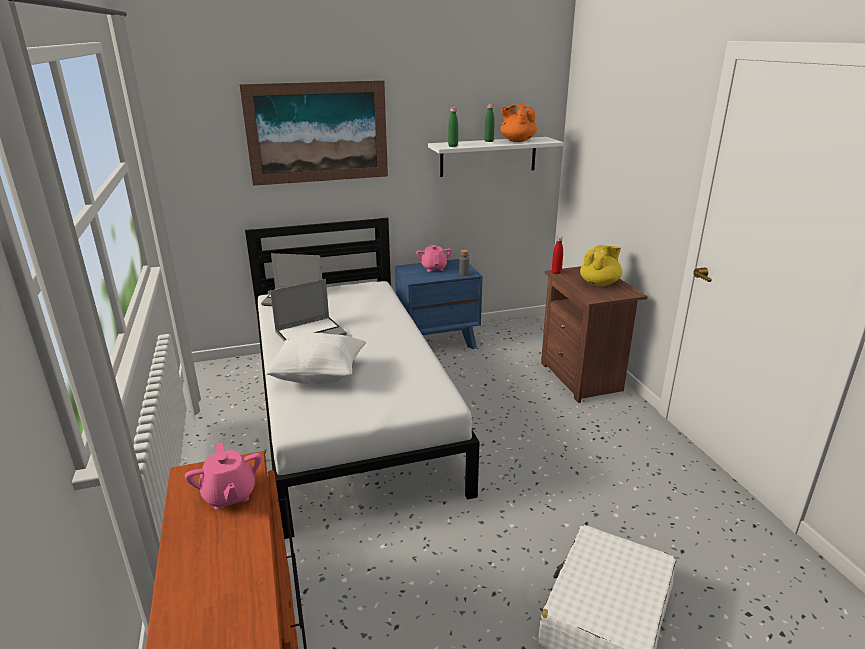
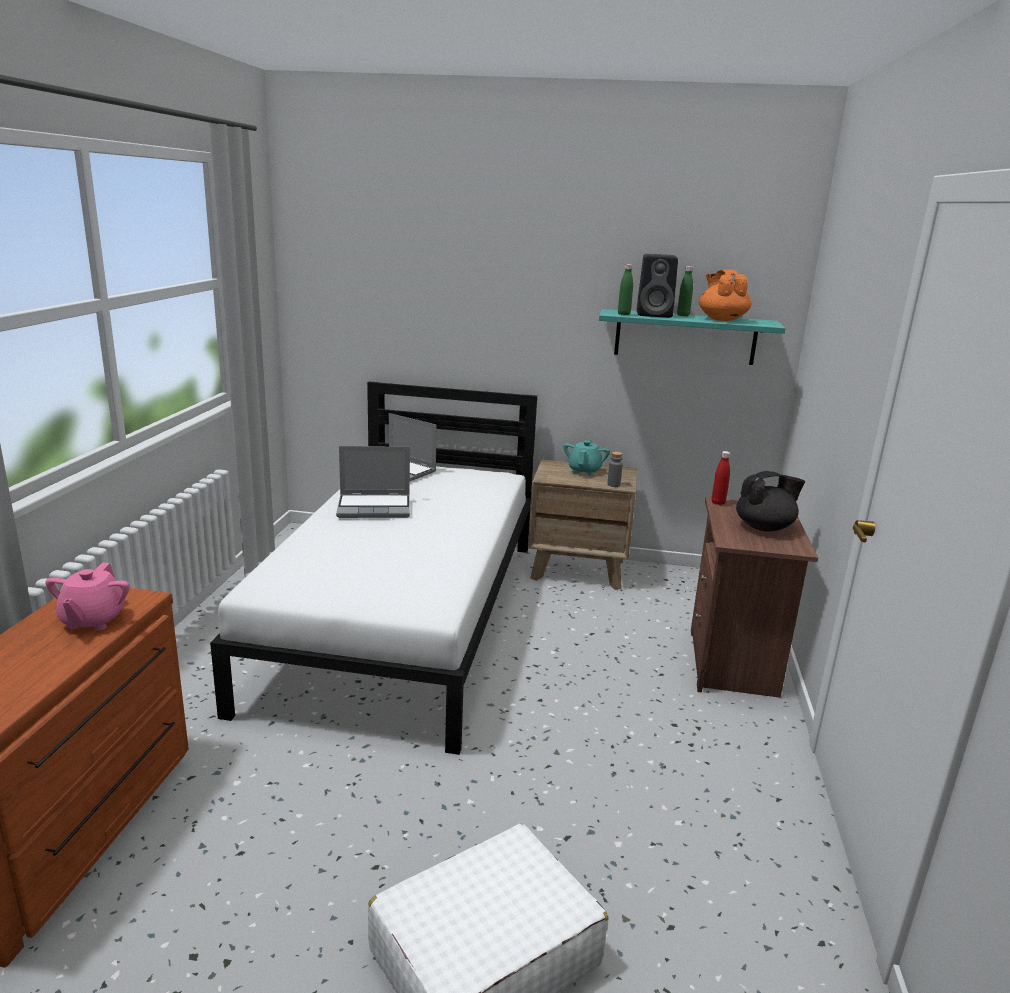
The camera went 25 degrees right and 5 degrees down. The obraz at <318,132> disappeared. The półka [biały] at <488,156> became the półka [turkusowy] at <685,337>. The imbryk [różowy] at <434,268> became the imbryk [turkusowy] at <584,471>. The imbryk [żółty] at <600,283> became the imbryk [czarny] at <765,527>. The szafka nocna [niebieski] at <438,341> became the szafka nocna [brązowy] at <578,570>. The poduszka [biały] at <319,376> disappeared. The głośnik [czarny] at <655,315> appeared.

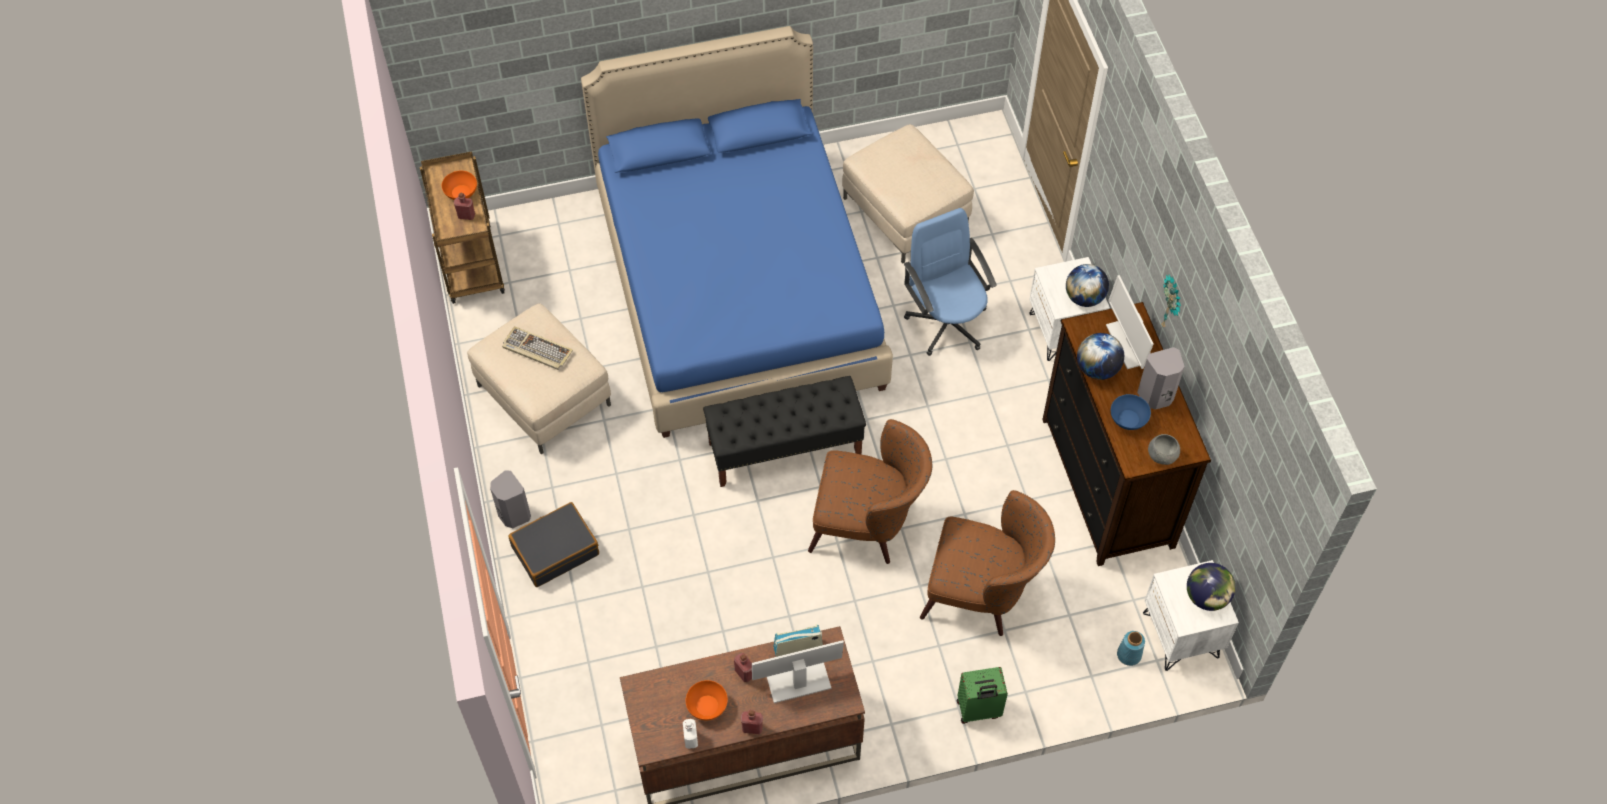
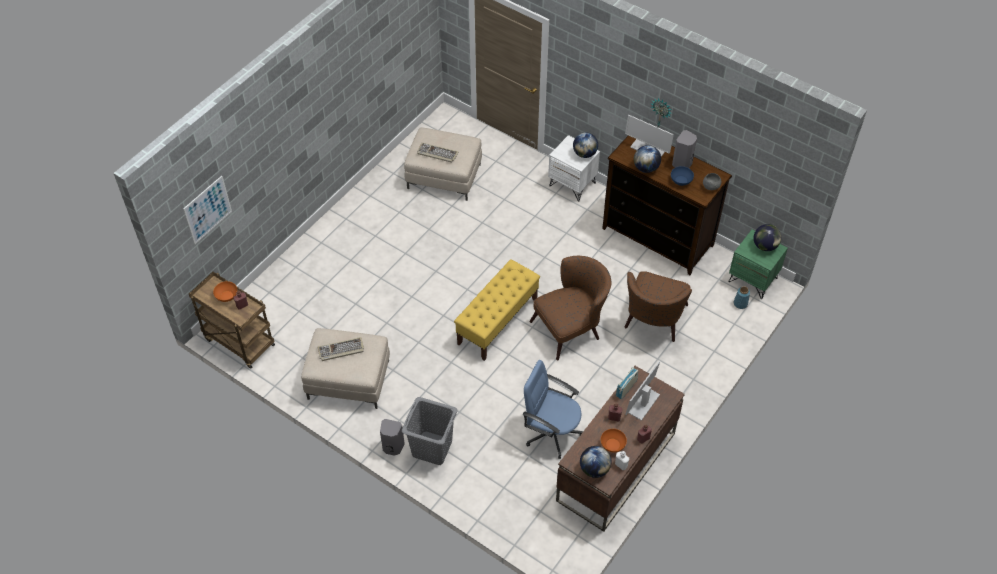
The camera went 40 degrees left and 5 degrees down. The łóżko [niebieski] at <738,287> disappeared. The krzesło biurowe [niebieski] moved from <947,322> to <551,432>. The ławka [czarny] at <785,449> became the ławka [żółty] at <497,321>. The fotel [brązowy] at <982,592> turned 135 degrees clockwise. The walizka [czarny] at <555,550> was replaced by the kosz na pranie [szary] at <432,448>. The szafka nocna [biały] at <1181,635> became the szafka nocna [zielony] at <753,279>. The walizka [zielony] at <978,710> disappeared. The klawiatura at <437,154> appeared. The obraz at <207,209> appeared. The globus at <594,469> appeared.

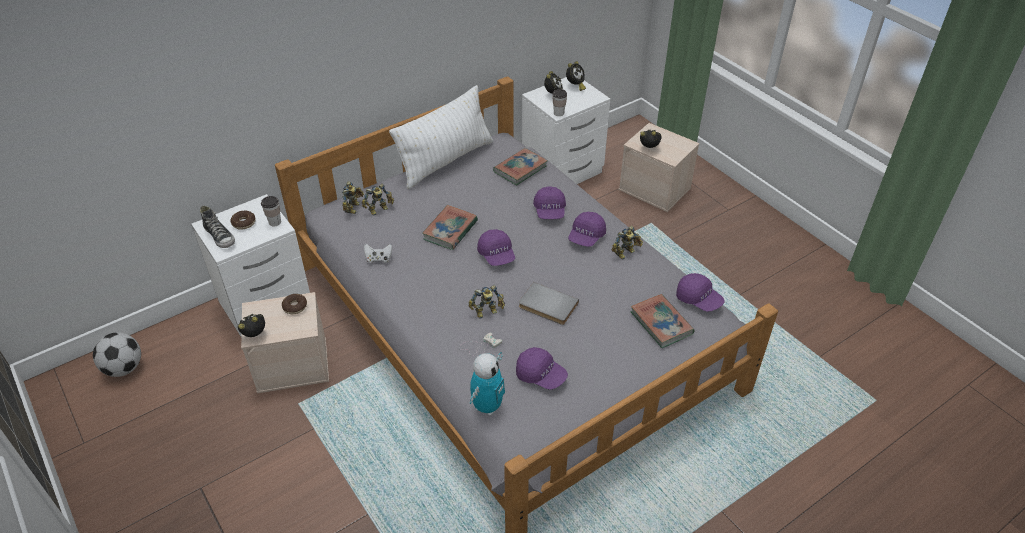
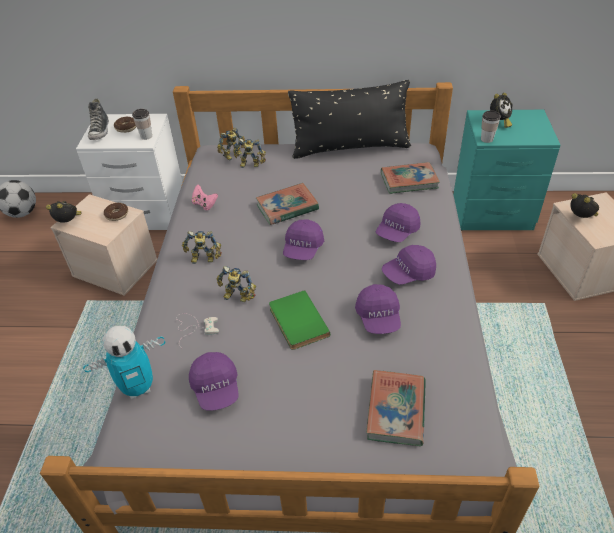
The camera went 40 degrees right and 0 degrees up. The budzik at <575,86> disappeared. The szafka nocna [biały] at <563,171> became the szafka nocna [turkusowy] at <494,213>. The poduszka [biały] at <446,161> became the poduszka [czarny] at <350,148>. The robot zabawkowy moved from <626,253> to <204,259>. The pad do gier [biały] at <378,259> became the pad do gier [różowy] at <204,204>. The czapka z daszkiem [fioletowy] moved from <698,299> to <378,317>. The książka [szary] at <547,306> became the książka [zielony] at <296,322>.

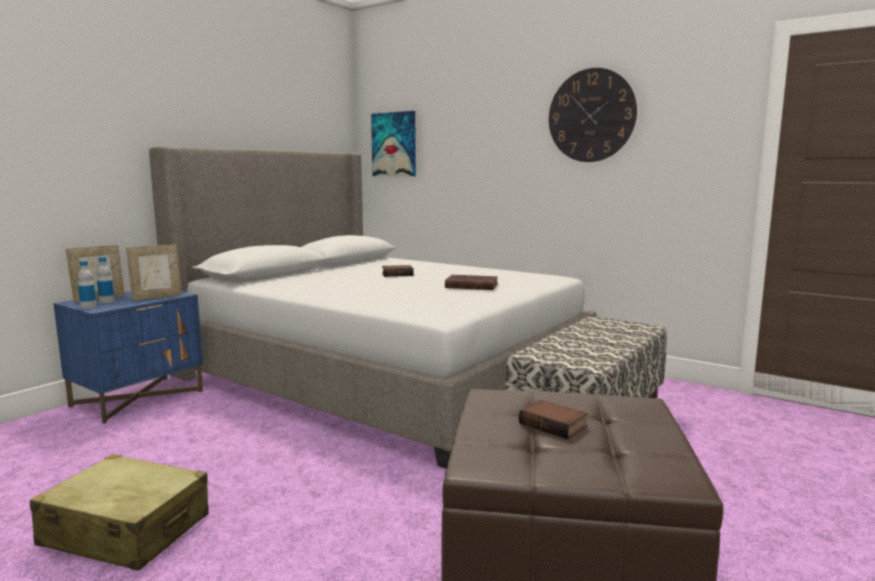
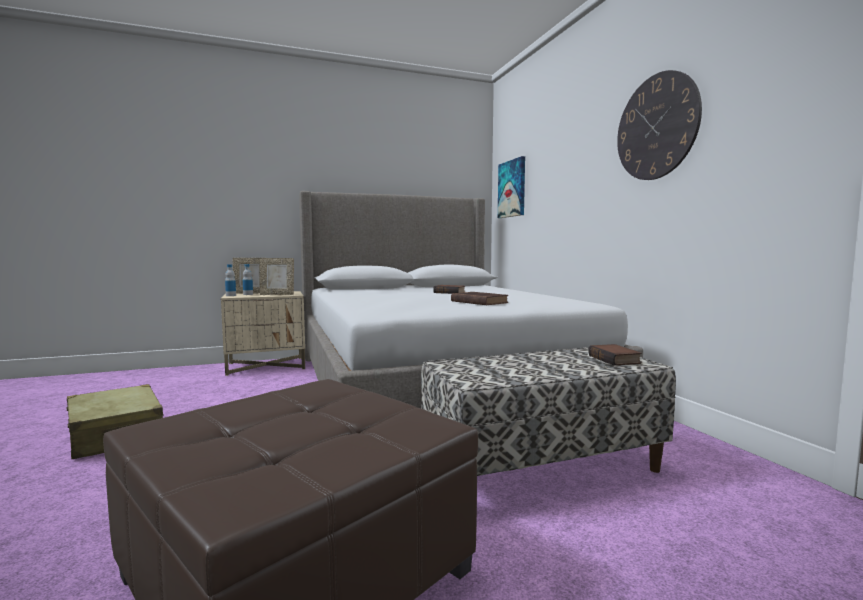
The camera went 35 degrees right and 5 degrees down. The szafka nocna [niebieski] at <138,398> became the szafka nocna [beżowy] at <267,366>. The książka moved from <554,424> to <615,359>.

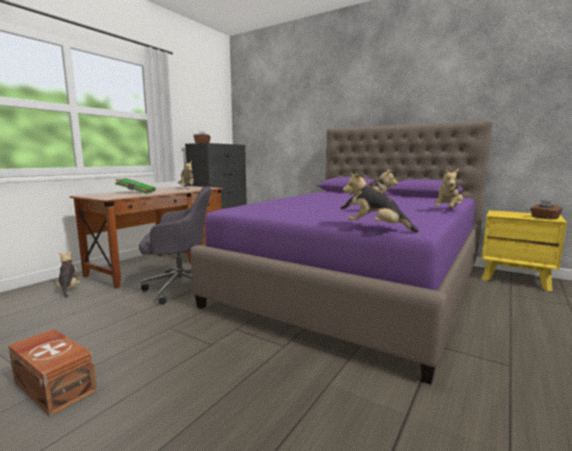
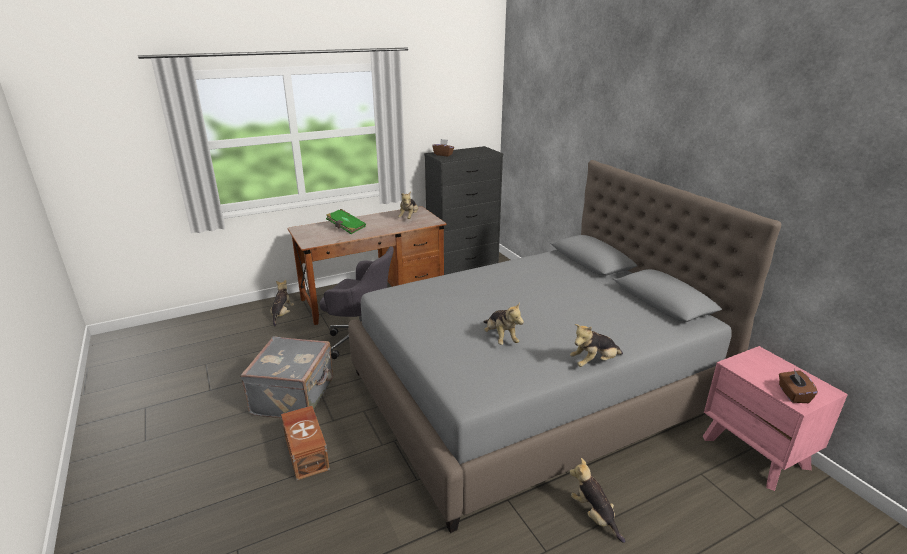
The camera went 30 degrees right and 15 degrees up. The łóżko [fioletowy] at <356,284> became the łóżko [szary] at <532,391>. The pluszak moved from <377,228> to <594,515>. The szafka nocna [żółty] at <515,279> became the szafka nocna [różowy] at <755,452>. The pojemnik do przechowywania [brązowy] moved from <55,385> to <307,452>. The walizka [szary] at <295,396> appeared.

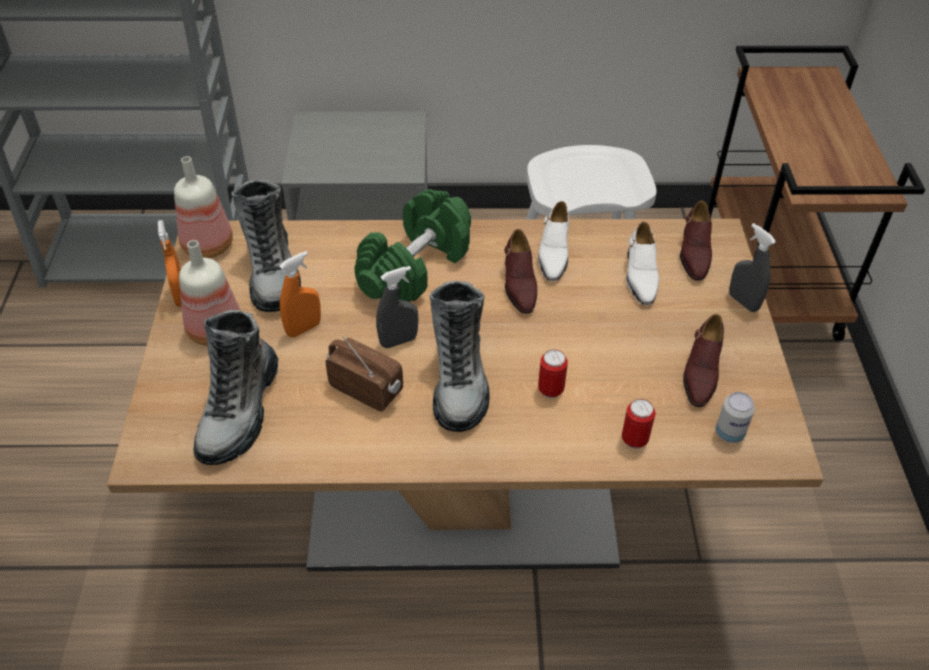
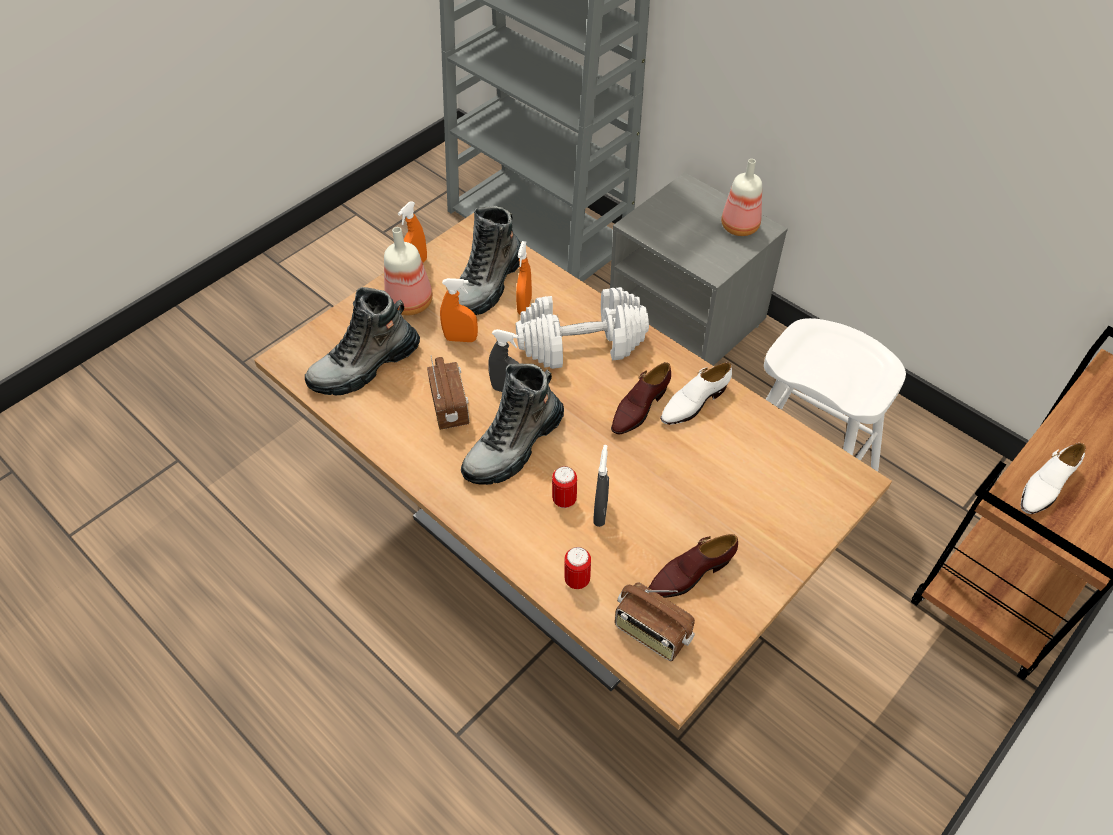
The camera went 45 degrees right and 5 degrees up. The butelka moved from <210,246> to <741,227>. The hantel [zielony] at <415,267> became the hantel [biały] at <581,345>. The but [brązowy] at <694,253> disappeared. The but [biały] moved from <640,276> to <1045,486>. The spryskiwacz [szary] moved from <743,302> to <600,512>. The puszka at <729,433> was replaced by the radio at <651,633>. The spryskiwacz [pomarańczowy] at <524,306> appeared.

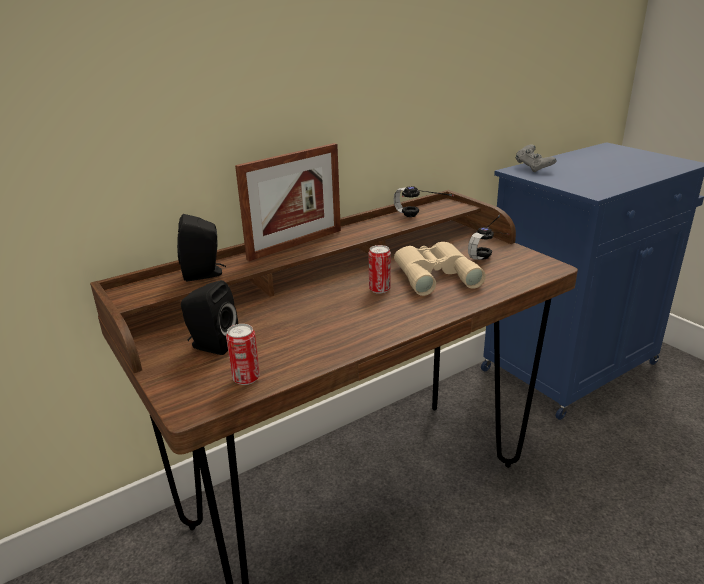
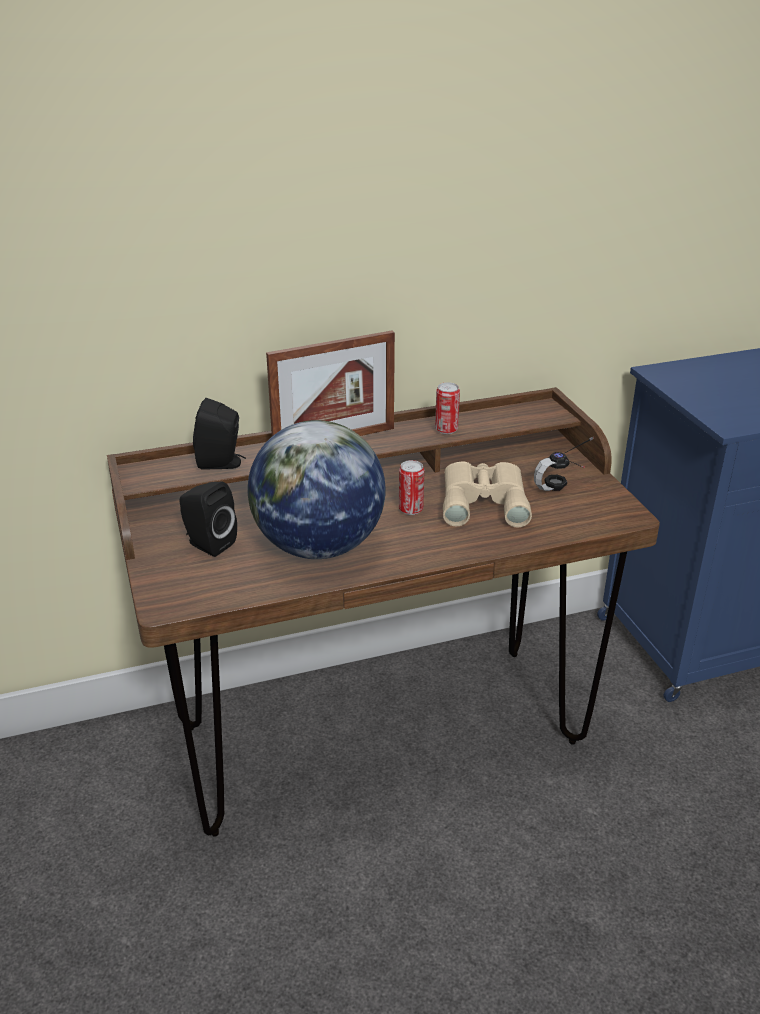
The camera went 15 degrees right and 5 degrees up. The pad do gier [szary] at <533,168> disappeared. The słuchawki at <416,219> disappeared. The puszka moved from <246,378> to <446,429>. The globus at <318,547> appeared.

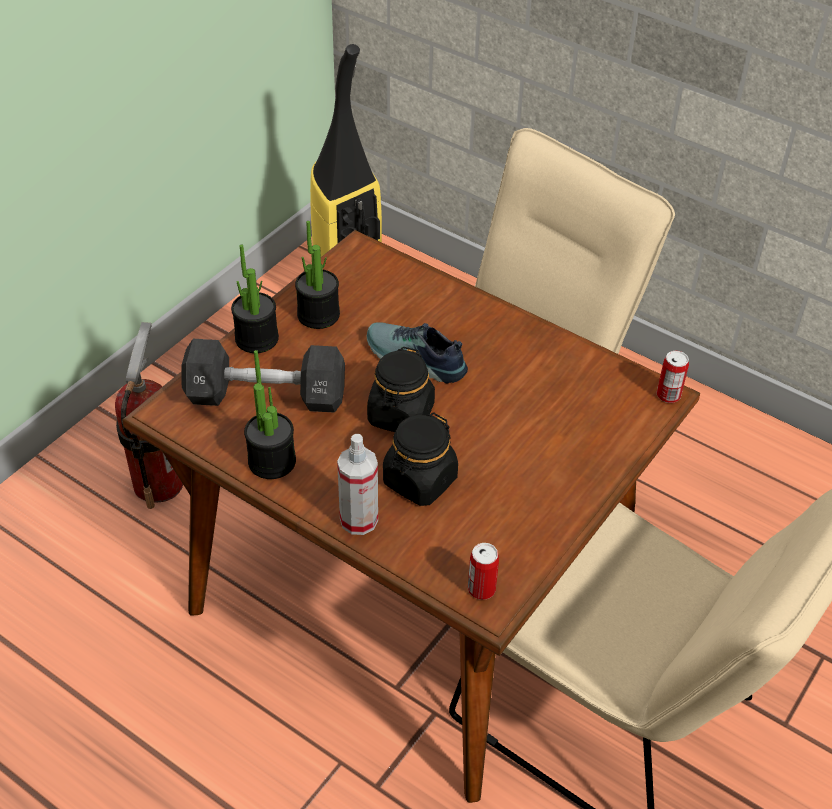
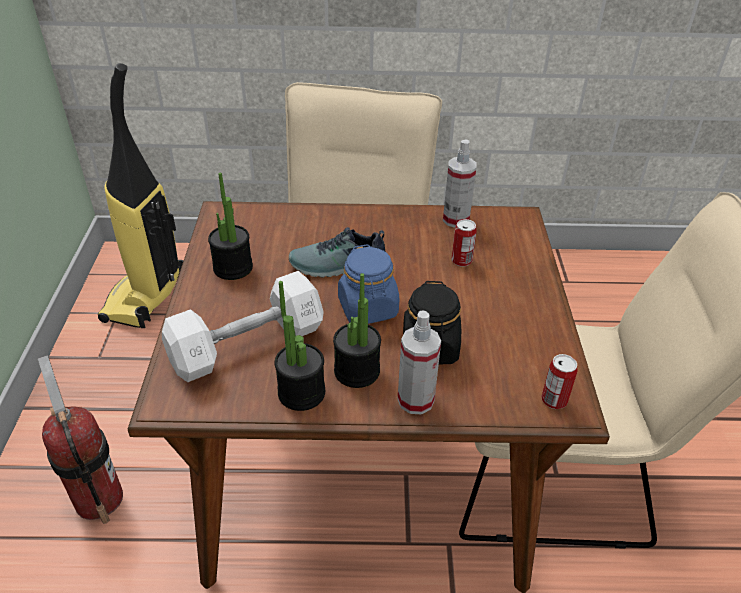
The camera went 35 degrees left and 5 degrees down. The roślina doniczkowa moved from <257,338> to <357,371>. The hantel [czarny] at <266,396> became the hantel [biały] at <247,345>. The słoik [czarny] at <401,415> became the słoik [niebieski] at <368,308>. The puszka moved from <668,395> to <461,261>. The spryskiwacz at <456,219> appeared.

